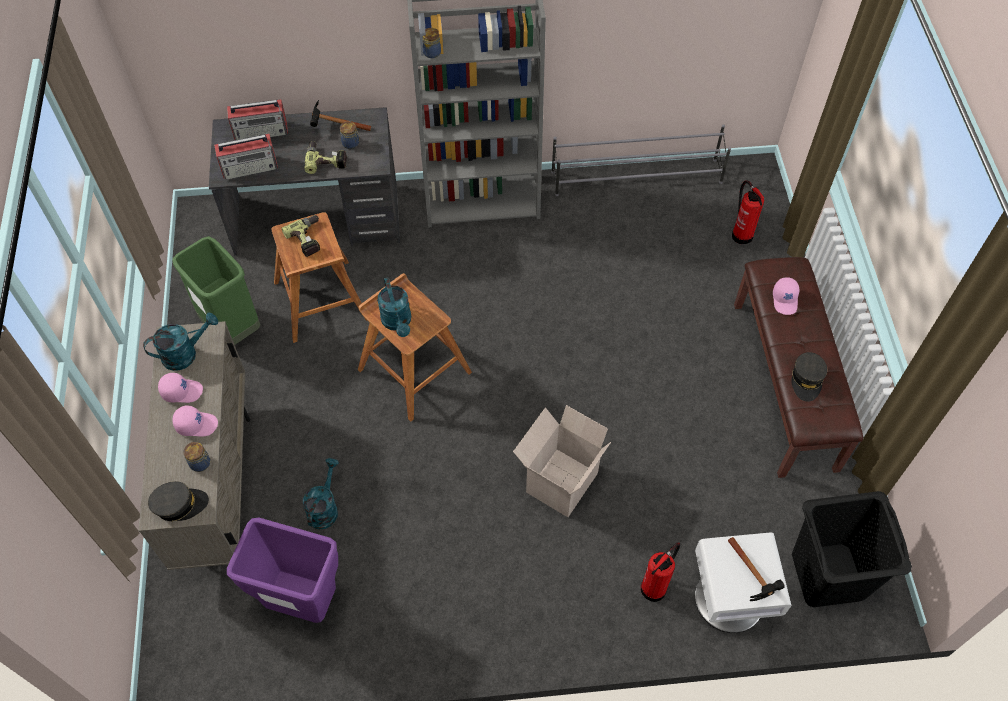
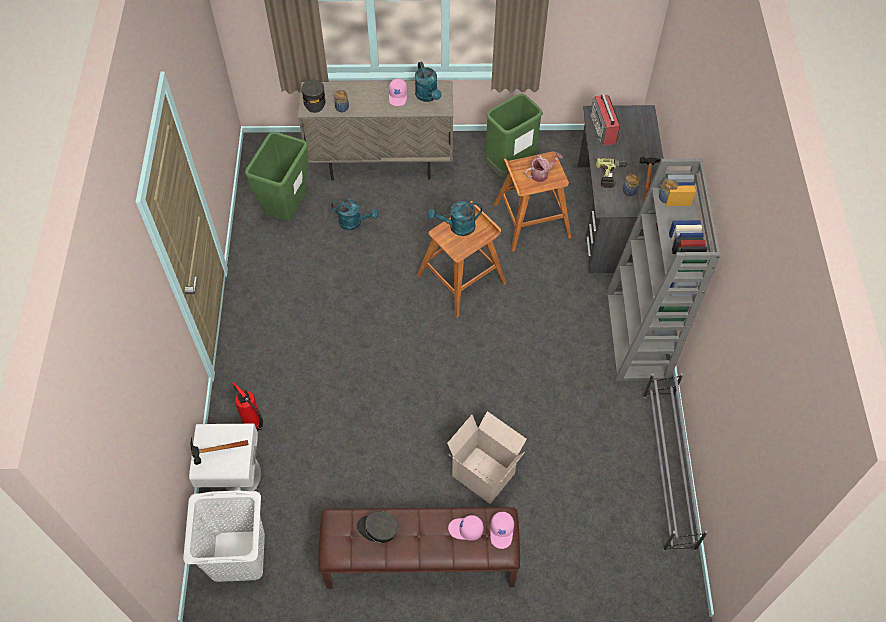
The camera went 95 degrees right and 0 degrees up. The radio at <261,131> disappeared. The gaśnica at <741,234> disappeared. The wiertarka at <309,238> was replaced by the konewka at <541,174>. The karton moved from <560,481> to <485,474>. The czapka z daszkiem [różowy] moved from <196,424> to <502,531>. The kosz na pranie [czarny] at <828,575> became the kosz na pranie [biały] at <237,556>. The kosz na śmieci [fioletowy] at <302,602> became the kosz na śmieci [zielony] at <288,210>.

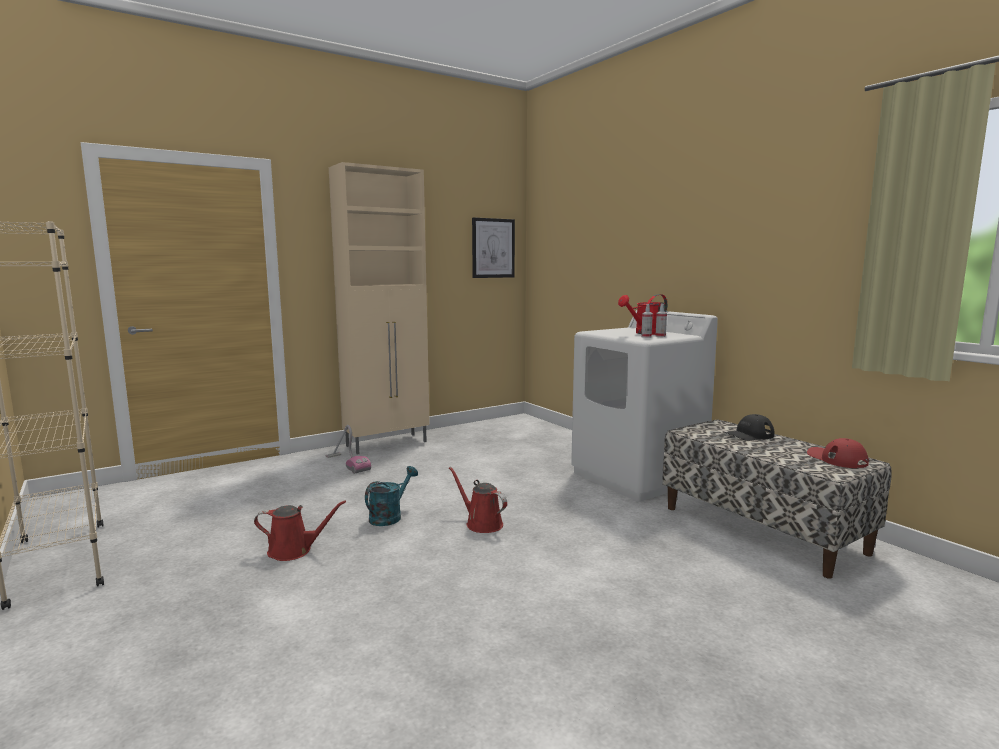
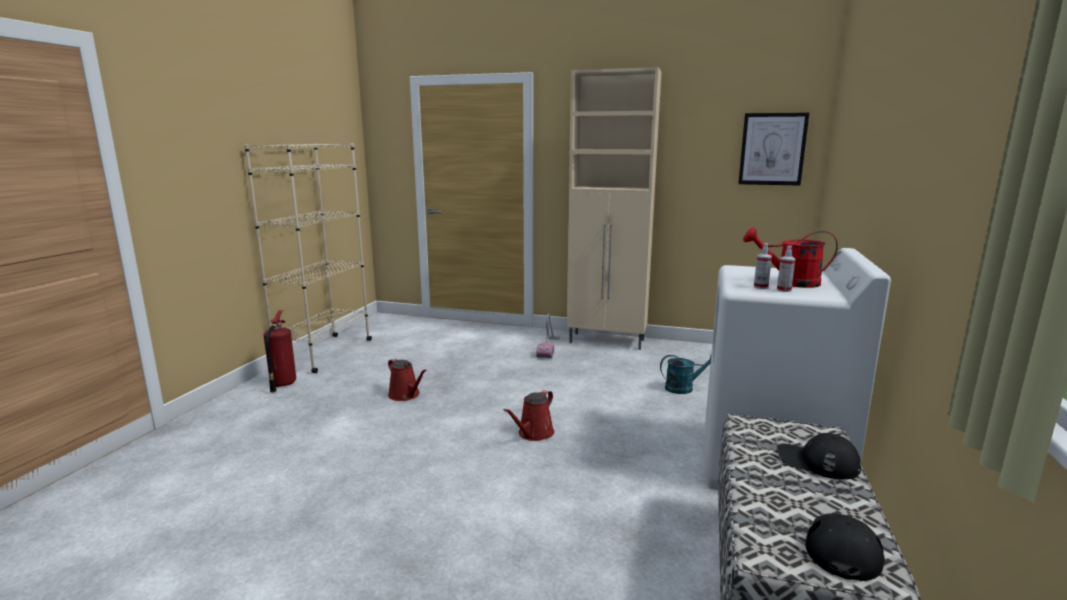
The camera went 50 degrees right and 5 degrees up. The czapka z daszkiem [czerwony] at <836,459> became the czapka z daszkiem [czarny] at <842,547>. The konewka [turkusowy] moved from <389,516> to <684,388>. The konewka [czerwony] at <481,523> turned 150 degrees counterclockwise. The gaśnica at <282,384> appeared.

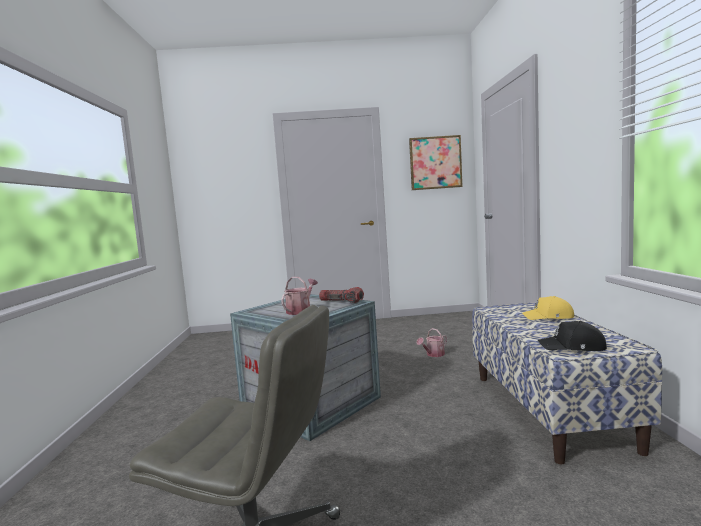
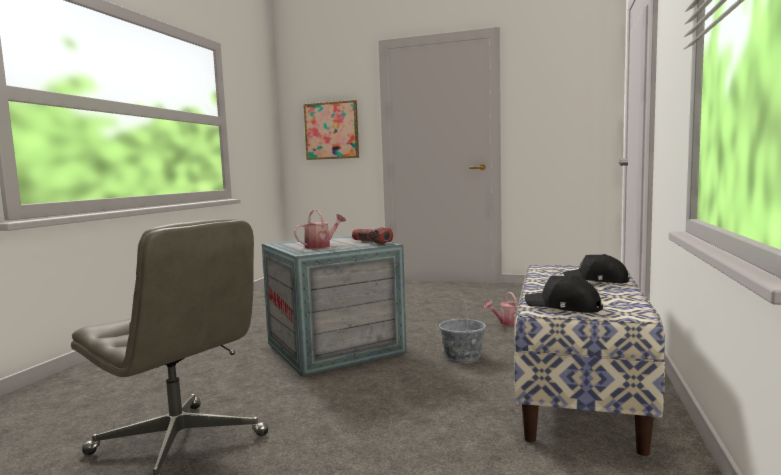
The camera went 20 degrees right and 0 degrees up. The obraz moved from <435,163> to <331,130>. The czapka z daszkiem [żółty] at <549,317> became the czapka z daszkiem [czarny] at <597,280>. The wiadro [szary] at <462,355> appeared.

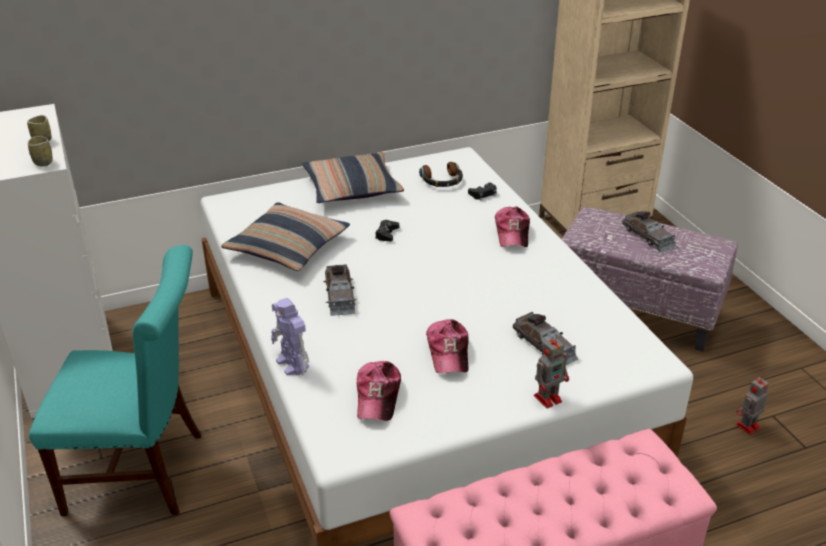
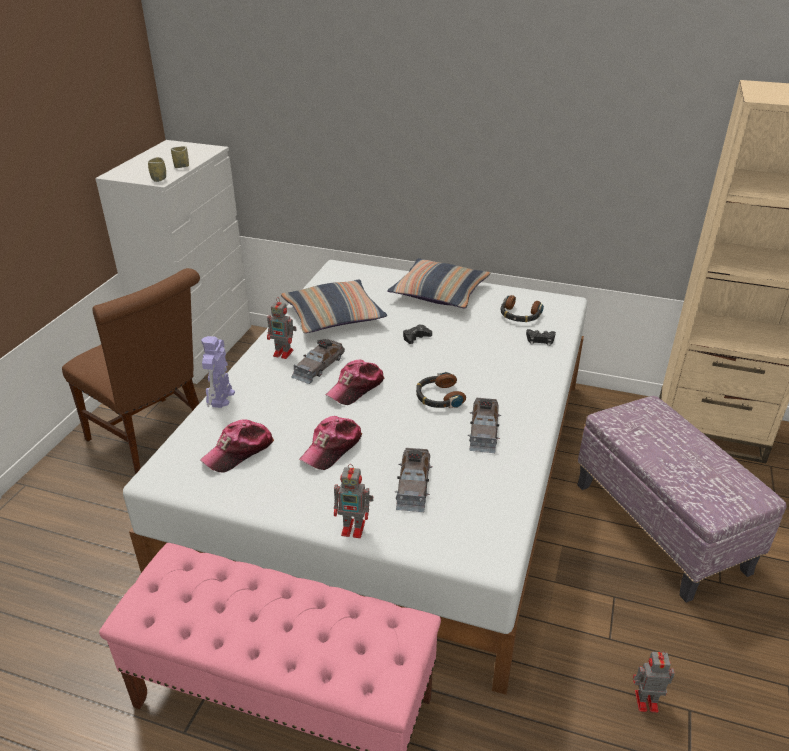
The camera went 40 degrees right and 0 degrees up. The czapka z daszkiem moved from <512,233> to <356,388>. The samochodzik [szary] moved from <648,236> to <483,430>. The krzesło [turkusowy] at <145,471> became the krzesło [brązowy] at <154,439>. The robot zabawkowy at <284,353> appeared. The słuchawki at <438,397> appeared.

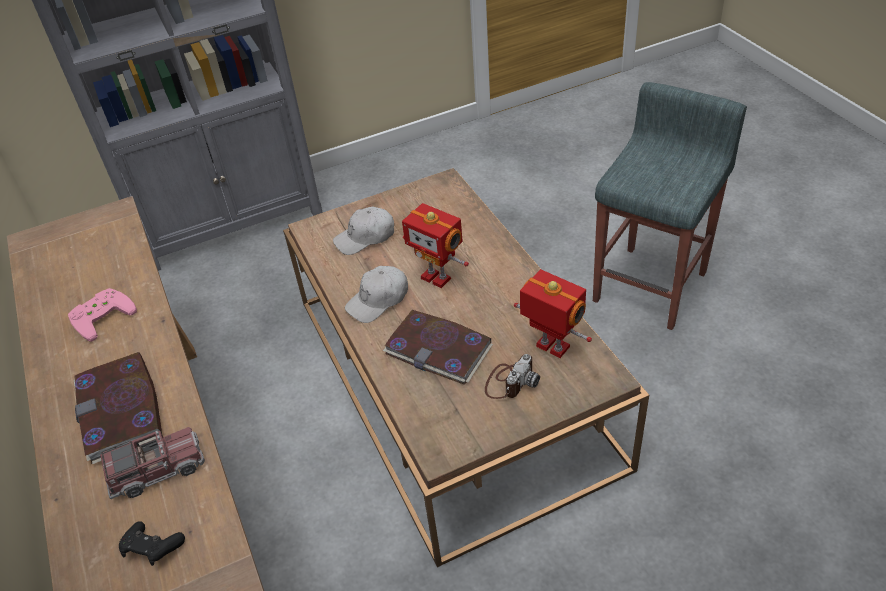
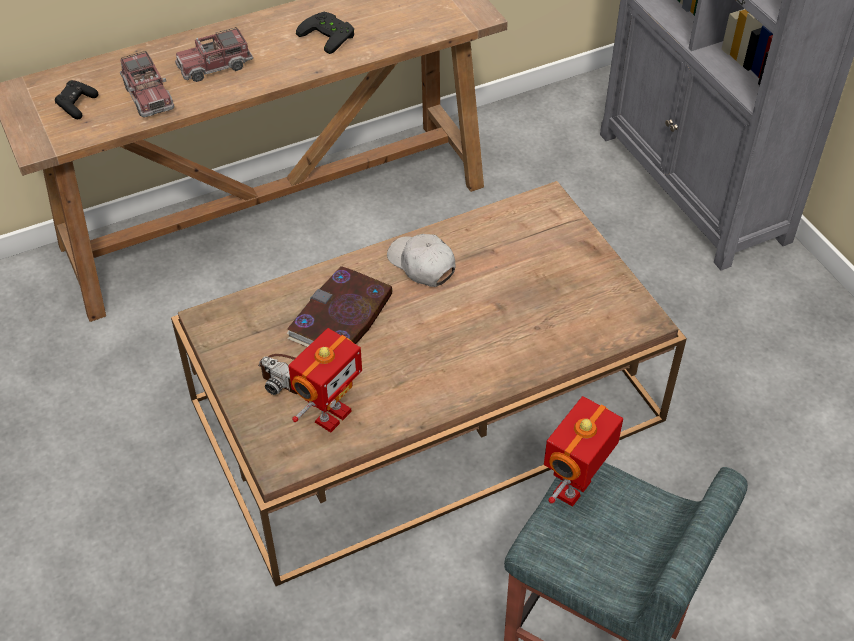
The camera went 85 degrees right and 5 degrees up. The robot zabawkowy moved from <437,277> to <574,489>. The czapka z daszkiem [biały] at <365,237> disappeared. The pad do gier [różowy] at <101,315> became the pad do gier [czarny] at <330,34>. The książka at <120,410> was replaced by the ciężarówka zabawkowa at <215,66>.

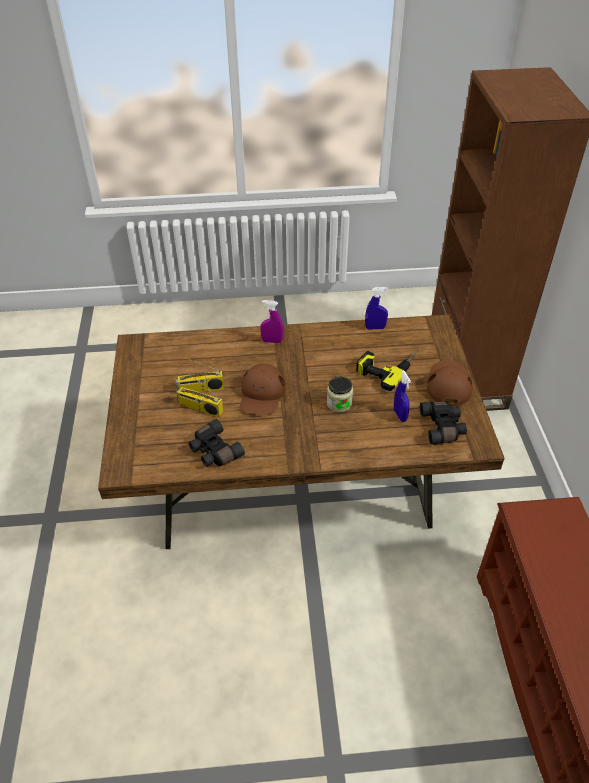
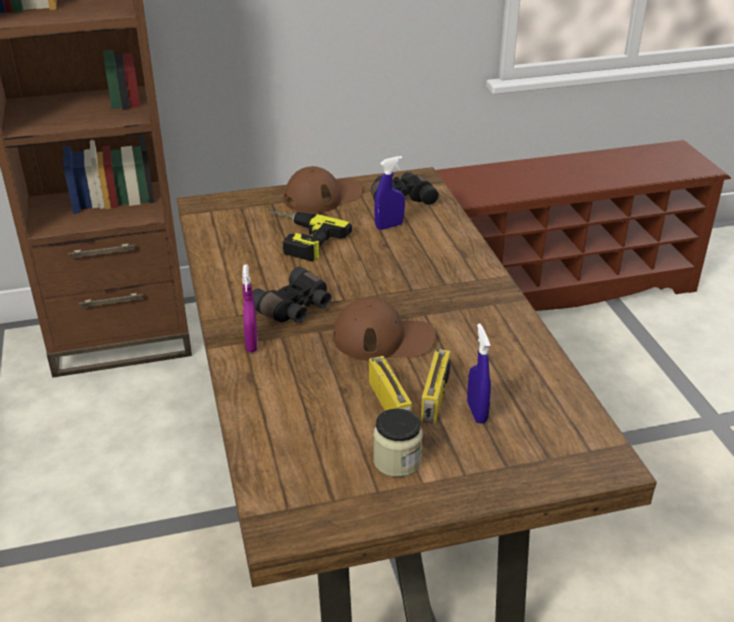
The camera went 100 degrees left and 10 degrees down. The spryskiwacz [niebieski] moved from <375,328> to <477,412>. The czapka z daszkiem [brązowy] at <448,384> turned 150 degrees clockwise. The słoik moved from <339,403> to <397,460>. The lornetka [czarny] moved from <214,451> to <295,308>.

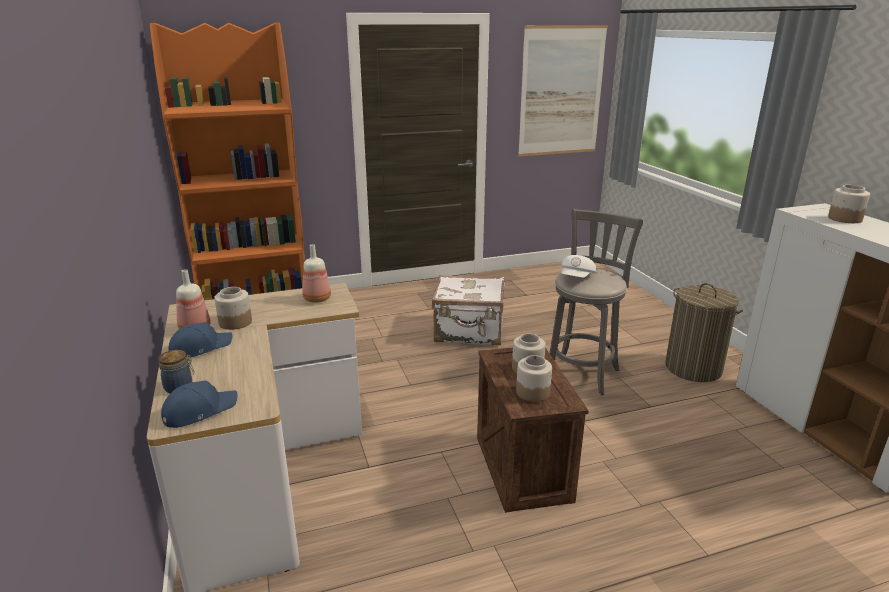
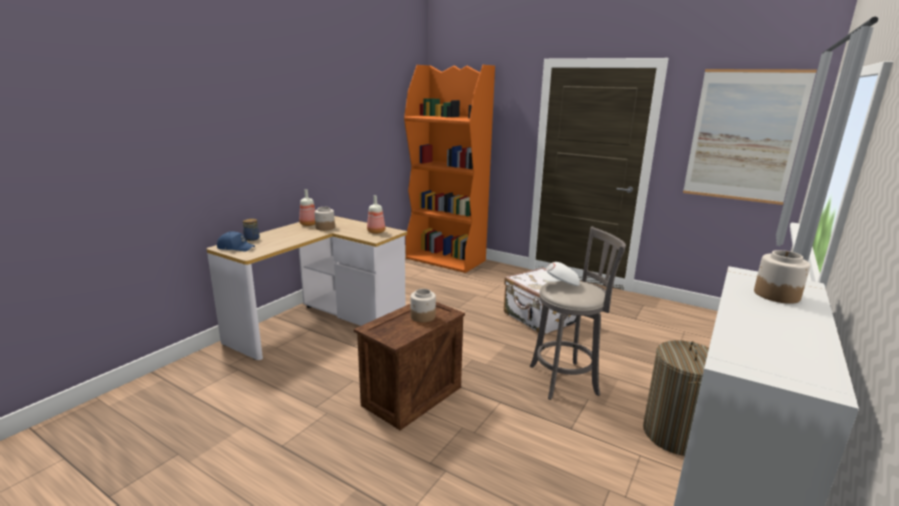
The camera went 50 degrees right and 5 degrees down. The czapka z daszkiem [niebieski] at <200,348> disappeared. The słoik at <532,392> disappeared.

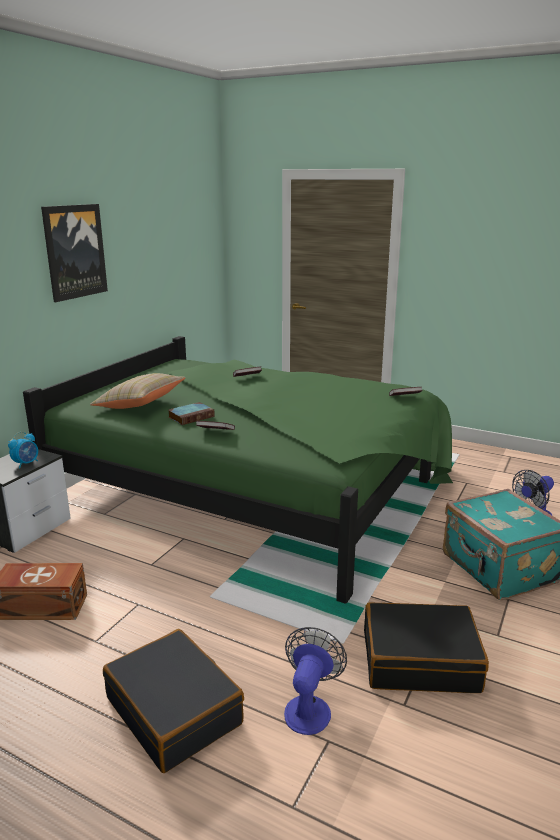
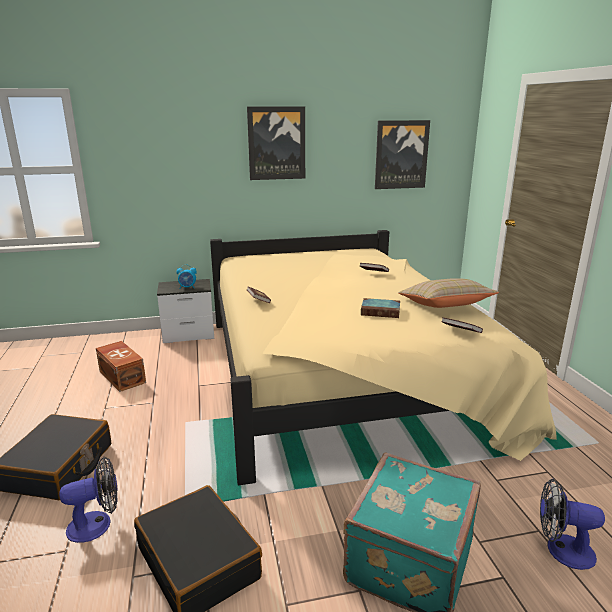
The camera went 50 degrees right and 0 degrees up. The łóżko [zielony] at <257,489> became the łóżko [beżowy] at <344,375>. The poduszka [beżowy] moved from <140,405> to <444,307>. The książka moved from <191,416> to <381,311>. The obraz at <401,154> appeared.

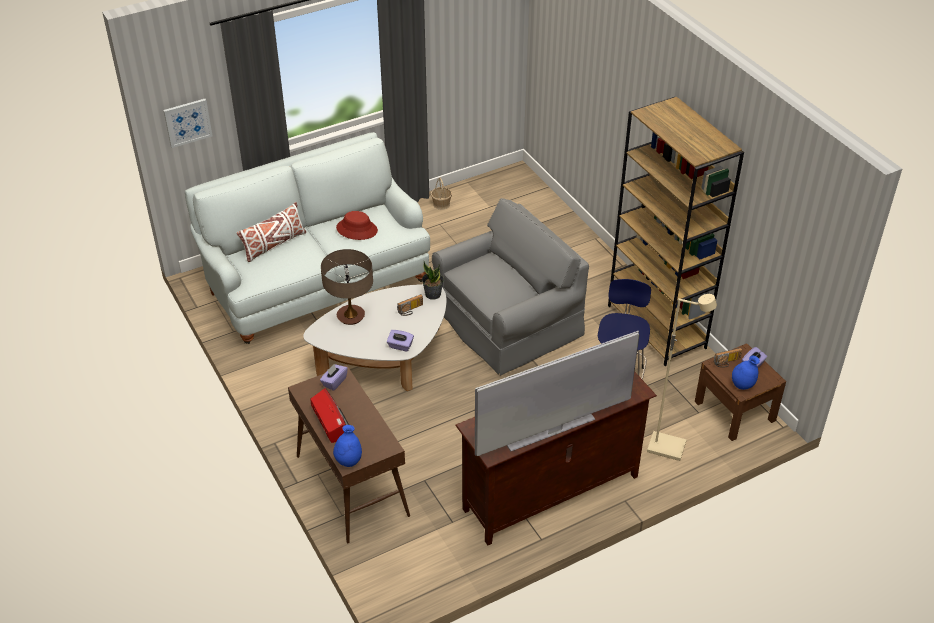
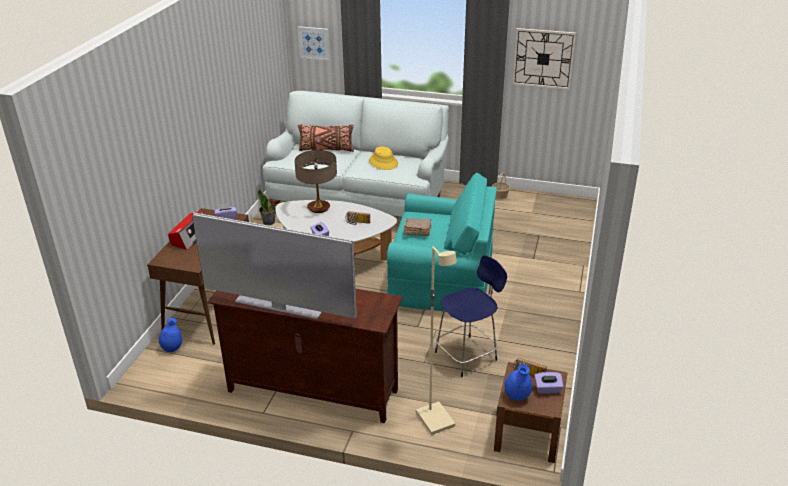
The camera went 45 degrees right and 10 degrees down. The regał [brązowy] at <657,327> disappeared. The fotel [szary] at <507,322> became the fotel [turkusowy] at <441,279>. The poduszka [biały] at <274,245> became the poduszka [brązowy] at <326,149>. The kapelusz [czerwony] at <357,229> became the kapelusz [żółty] at <383,162>. The roślina doniczkowa moved from <433,294> to <269,222>. The wazon [niebieski] moved from <348,461> to <172,348>. The zegar ścienny at <543,58> appeared. The książka [brązowy] at <417,231> appeared.

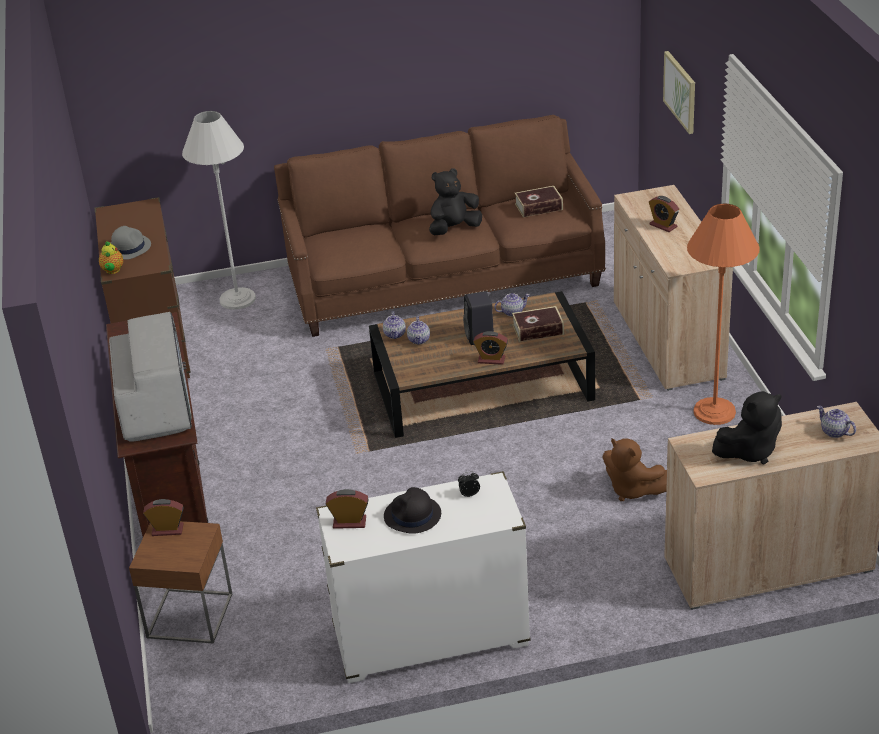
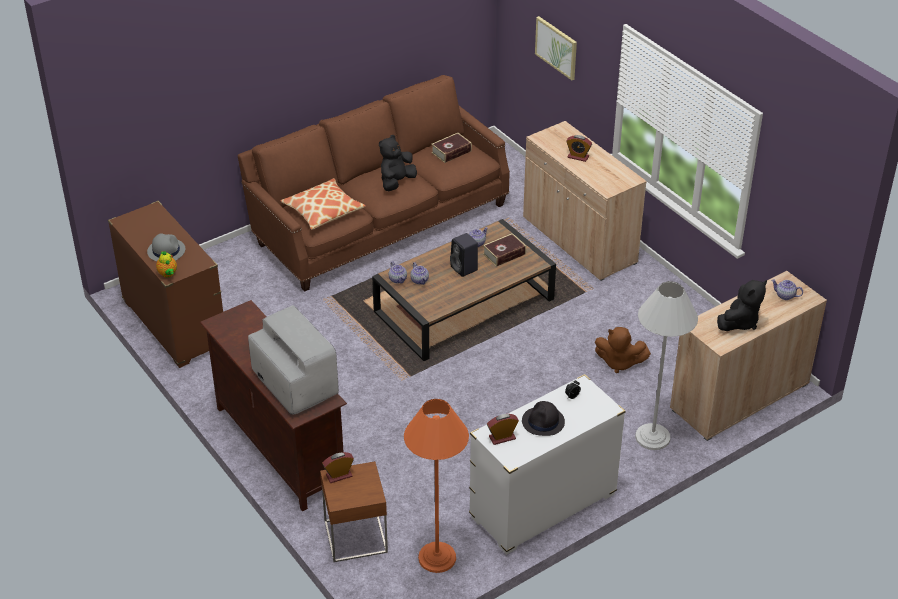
The camera went 25 degrees left and 5 degrees up. The lampa stojąca [biały] moved from <237,299> to <652,437>. The lampa stojąca [pomarańczowy] moved from <714,411> to <437,557>. The budzik at <491,360> disappeared. The poduszka at <323,211> appeared.

